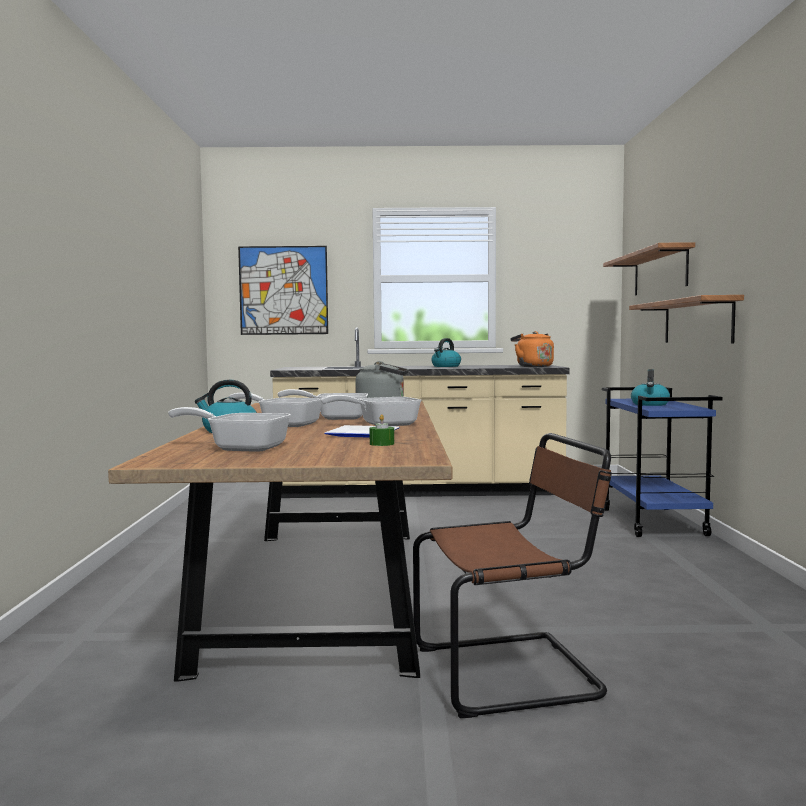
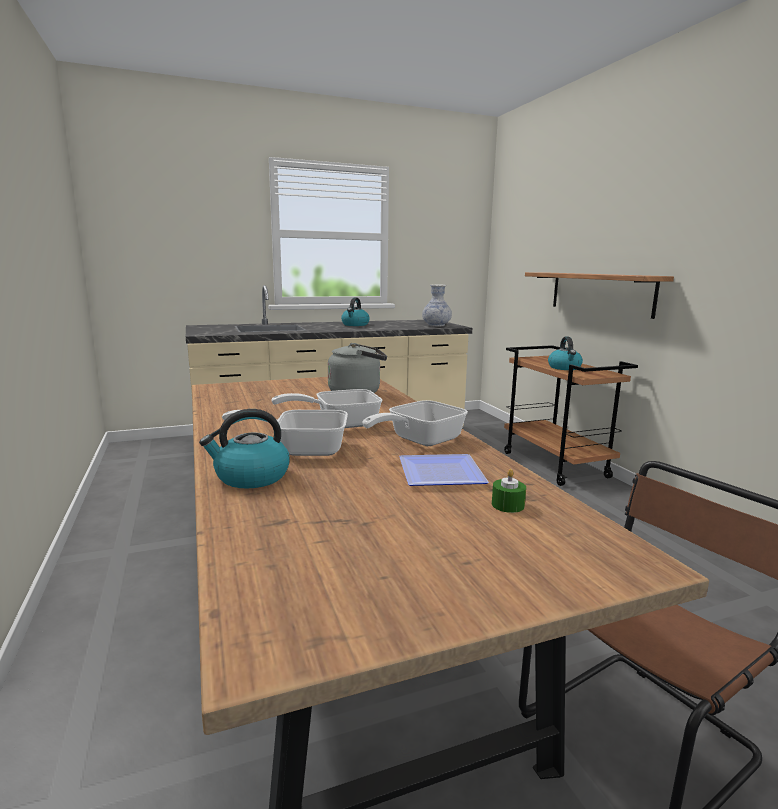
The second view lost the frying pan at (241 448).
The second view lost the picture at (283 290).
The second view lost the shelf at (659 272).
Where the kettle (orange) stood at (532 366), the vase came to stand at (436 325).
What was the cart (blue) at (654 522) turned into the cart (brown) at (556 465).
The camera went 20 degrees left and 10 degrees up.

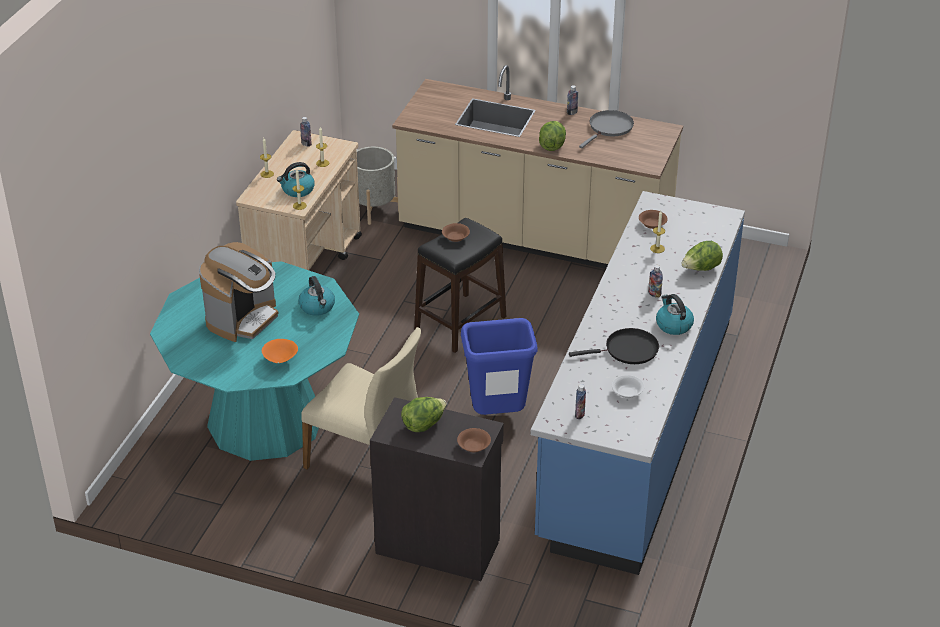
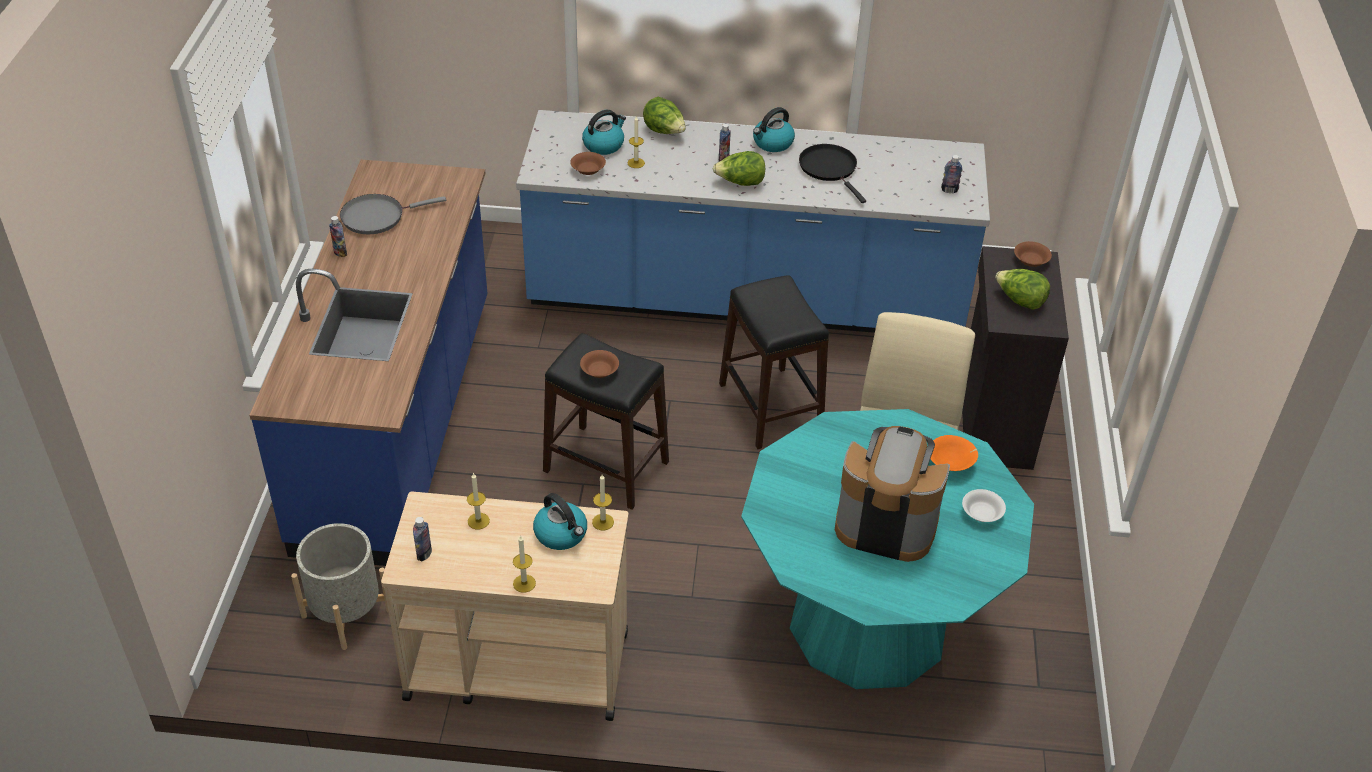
The kettle ended up elsewhere, having gone from (317 307) to (604 145).
The lettuce ended up elsewhere, having gone from (552 145) to (740 183).
The bowl (white) ended up elsewhere, having gone from (628 392) to (982 512).
Where the trash can (blue) stood at (497 416), the stool (black) came to stand at (771 407).
What was the counter (beige) at (534 237) turned into the counter (blue) at (399 423).
The frying pan (grey) at (609 128) ended up facing another way, 45 degrees counterclockwise from before.
The camera went 105 degrees left and 5 degrees up.

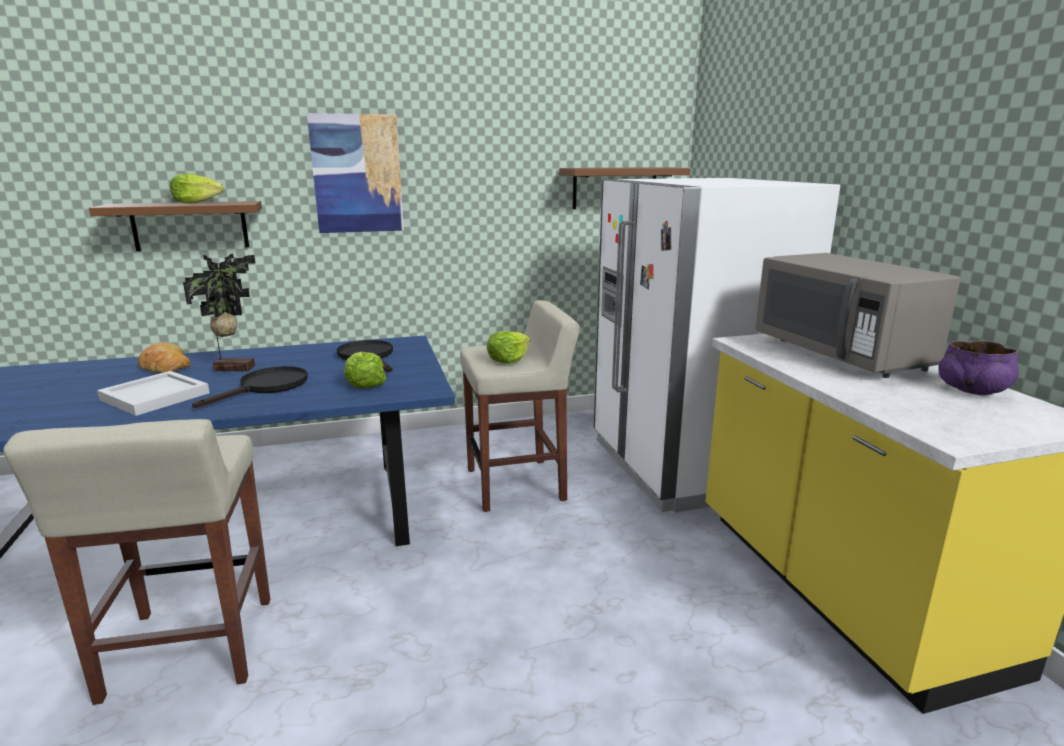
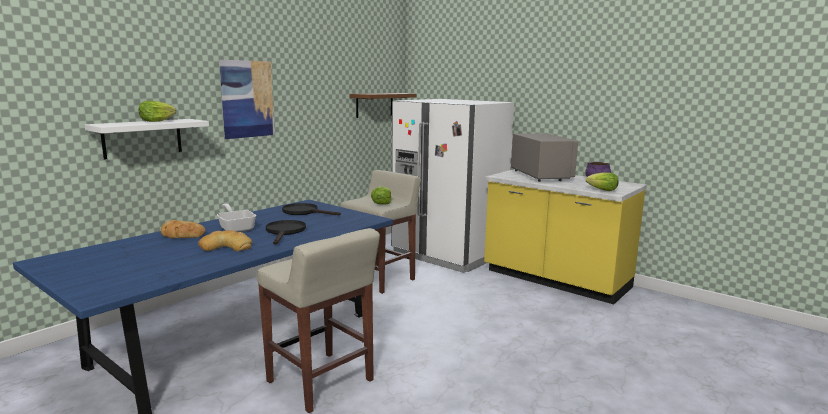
The lettuce ended up elsewhere, having gone from (364 384) to (602 190).
Where the tray (white) stood at (153 396), the bread came to stand at (226 246).
Where the potted plant stood at (235 368), the frying pan came to stand at (236 228).
What was the shelf (brown) at (190 225) turned into the shelf (white) at (142 138).
The microwave (grey) at (840 354) ended up facing another way, 135 degrees counterclockwise from before.
The camera went 35 degrees left and 5 degrees down.

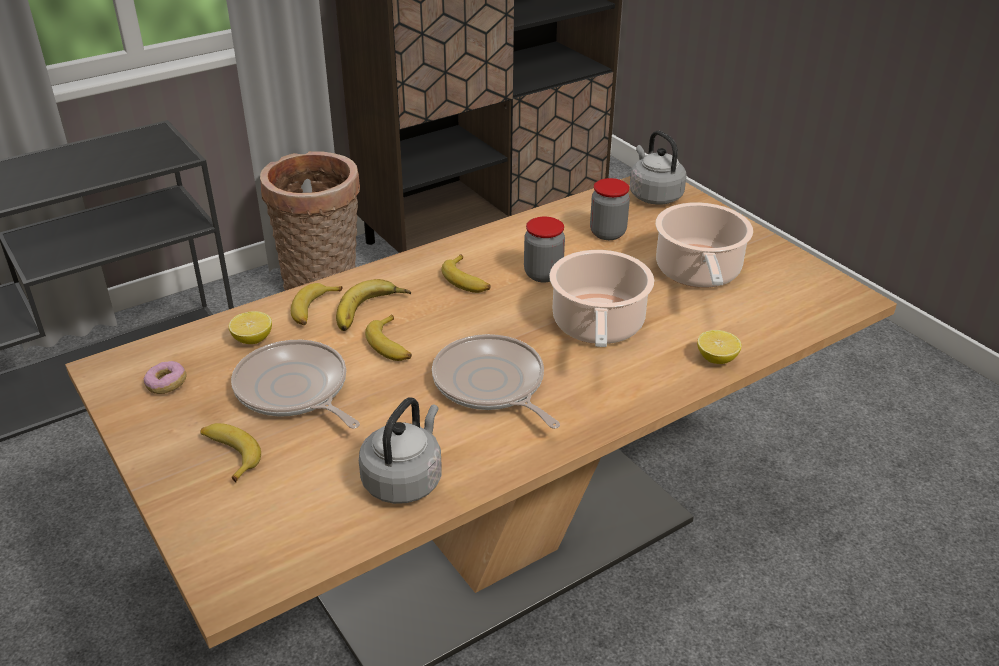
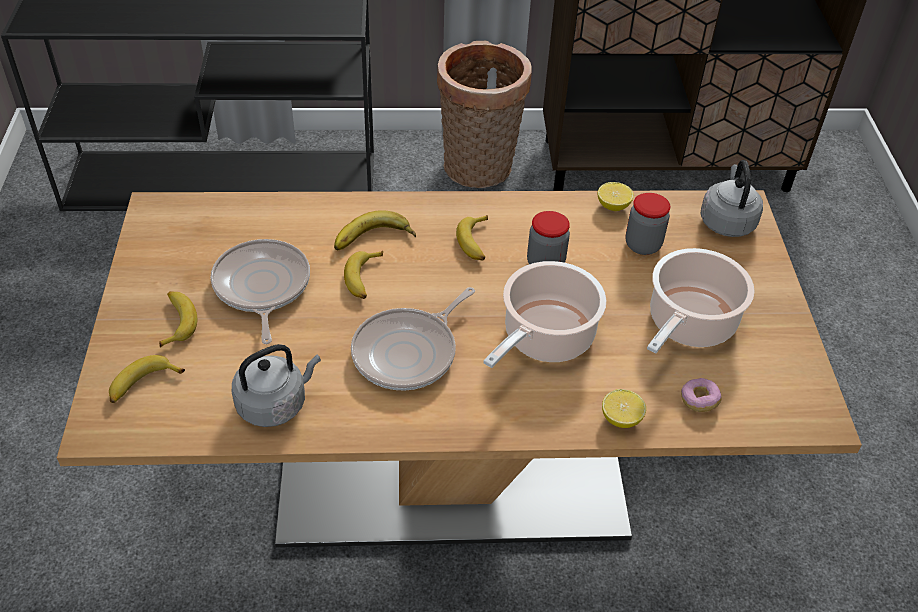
The donut ended up elsewhere, having gone from (167 385) to (699 400).
The lemon ended up elsewhere, having gone from (253 339) to (613 206).
The banana ended up elsewhere, having gone from (314 310) to (143 385).
The frying pan at (491 385) ended up facing another way, 135 degrees counterclockwise from before.
The camera went 30 degrees right and 10 degrees up.

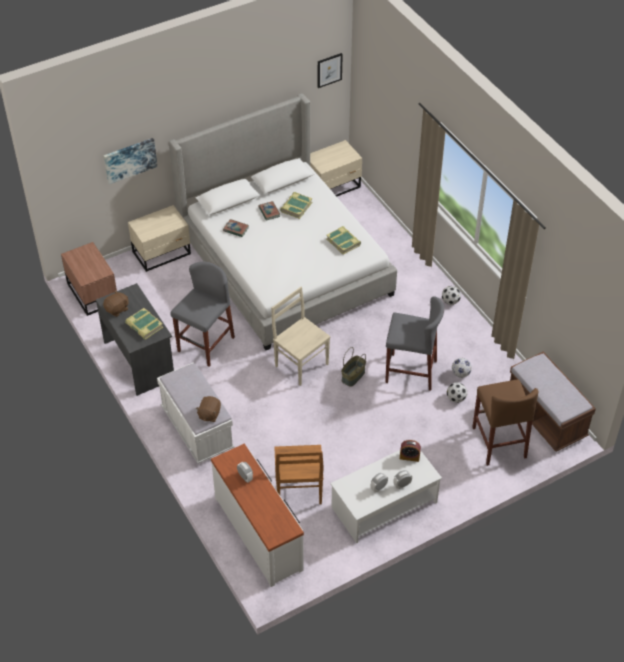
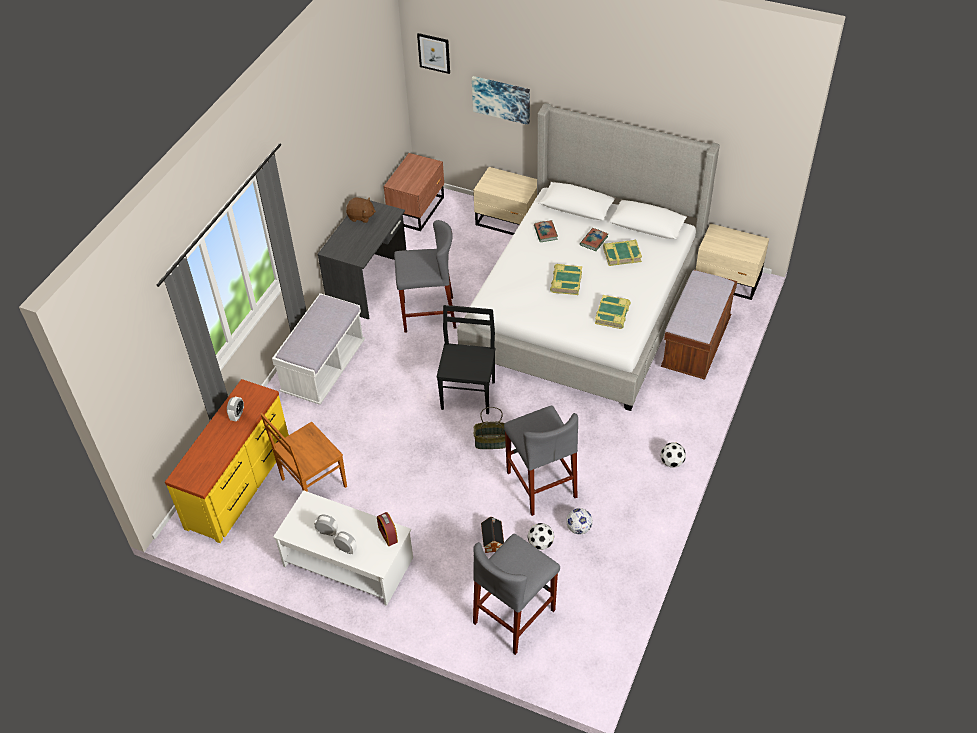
The second view lost the plush toy (brown) at (209 414).
The second view gained the toy house at (493 539).
The book ended up elsewhere, having gone from (144 326) to (565 282).
The picture ended up elsewhere, having gone from (329 70) to (434 53).
The bench (brown) ended up elsewhere, having gone from (545 418) to (696 345).
What was the dresser (white) at (259 533) turned into the dresser (yellow) at (240 484).
What was the chair (beige) at (300 364) turned into the chair (black) at (468 394).
What was the stool (brown) at (499 442) turned into the stool (grey) at (514 616).
The camera went 55 degrees right and 0 degrees up.

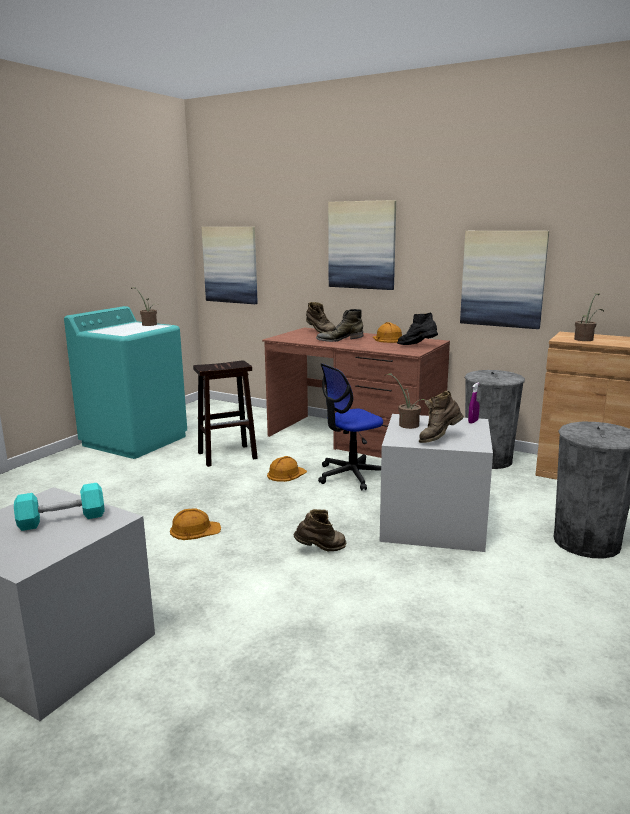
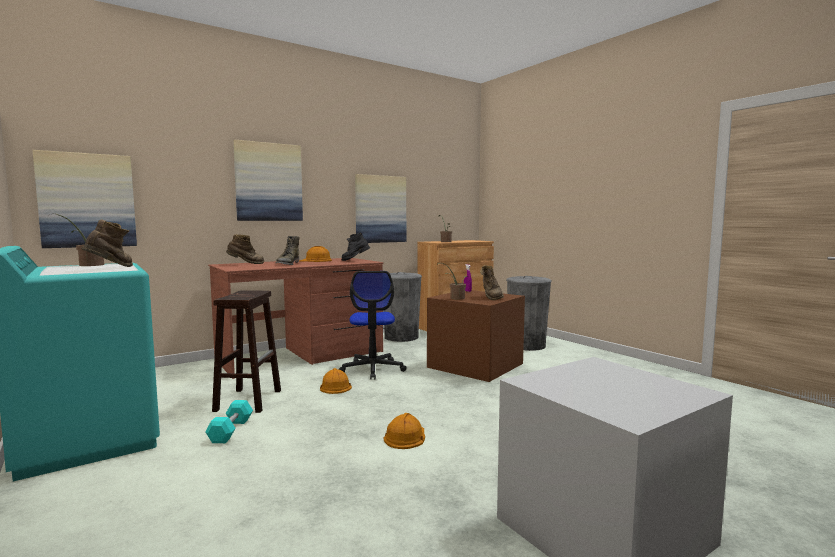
The dumbbell (turquoise) ended up elsewhere, having gone from (62 519) to (230 431).
The boot (brown) ended up elsewhere, having gone from (321 550) to (111 268).
What was the storage box (grey) at (435 523) turned into the storage box (brown) at (477 365).
The camera went 65 degrees left and 10 degrees down.

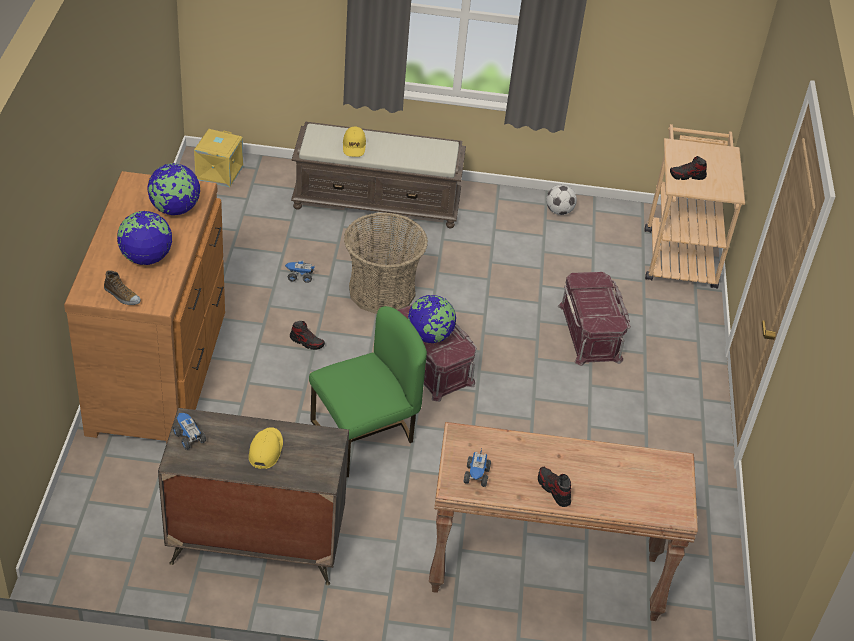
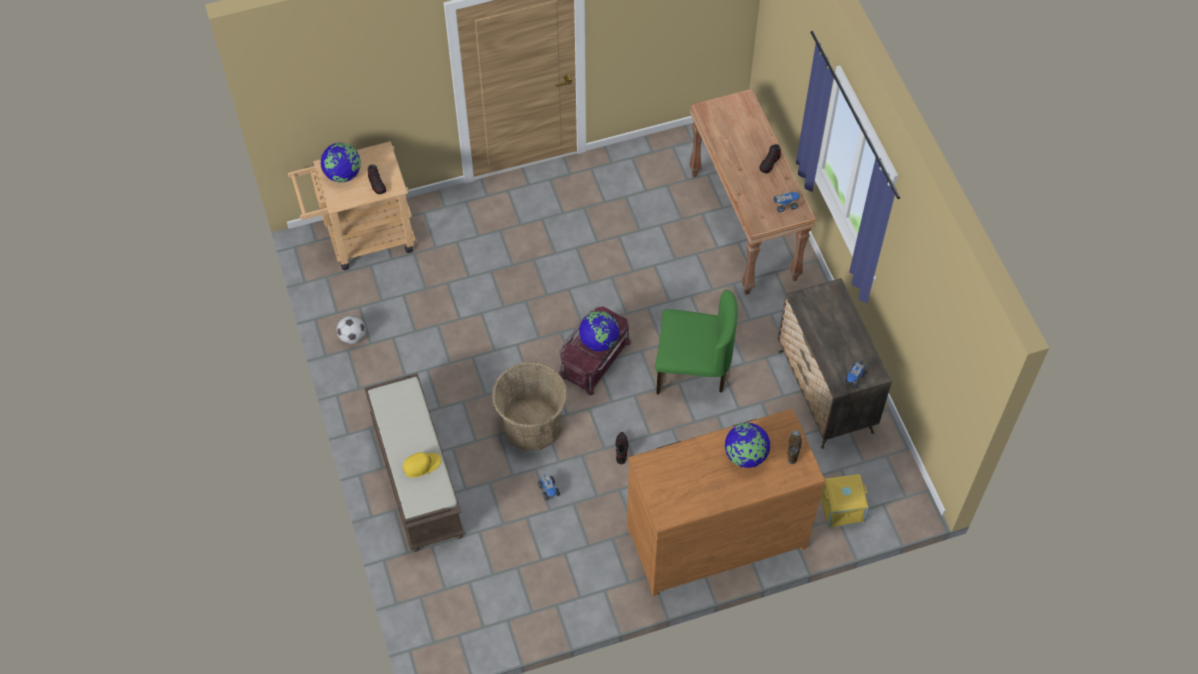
The second view lost the cap (yellow) at (266 450).
The second view lost the storage box (red) at (591 332).
The globe ended up elsewhere, having gone from (175 209) to (343 174).
The storage box (yellow) ended up elsewhere, having gone from (218 172) to (841 509).
The chair (green) at (365 436) ended up facing another way, 150 degrees clockwise from before.
The camera went 110 degrees left and 15 degrees up.

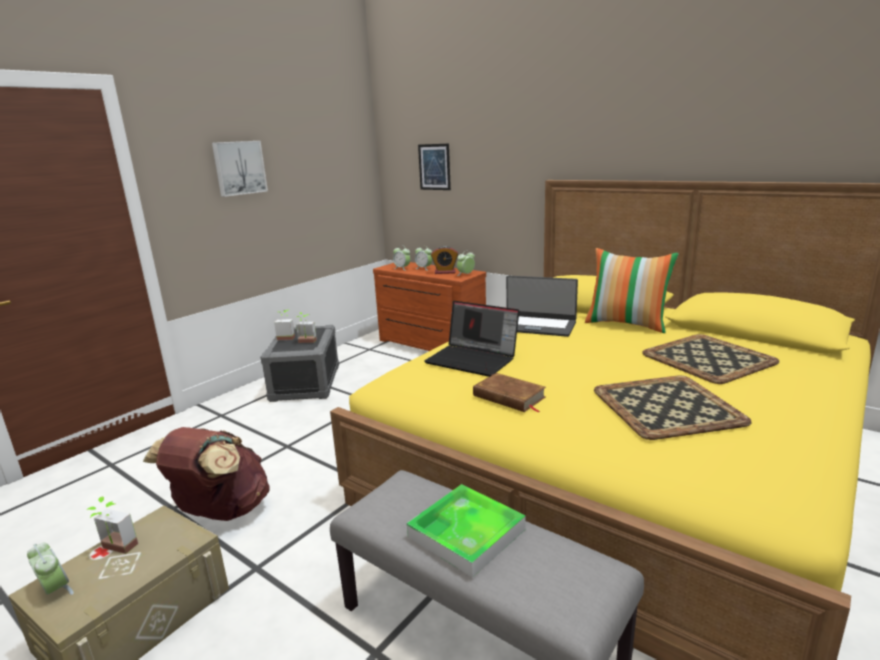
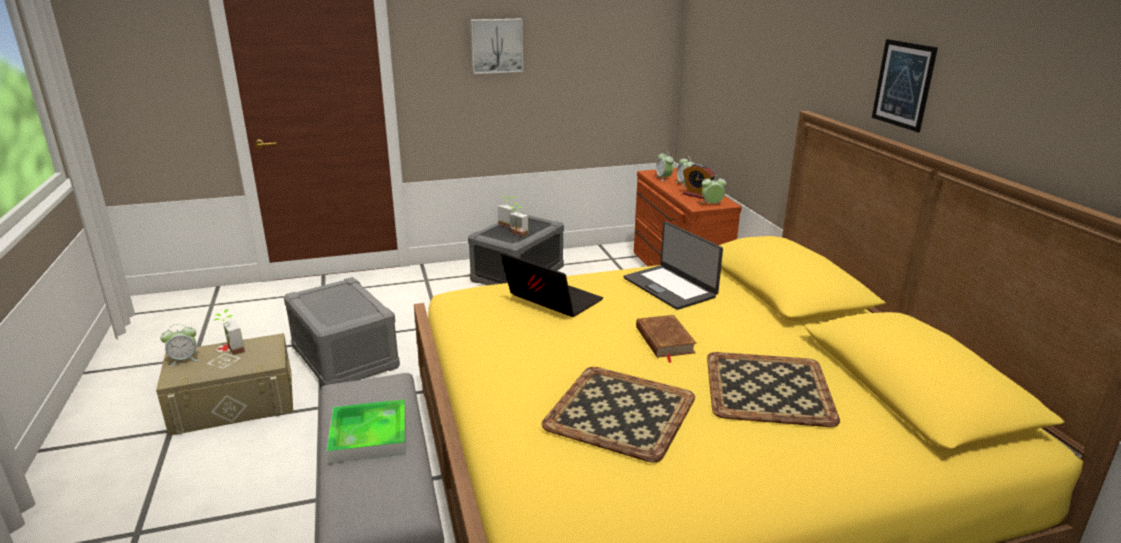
The second view lost the pillow at (627 324).
The picture ended up elsewhere, having gone from (434 167) to (903 84).
The book (brown) ended up elsewhere, having gone from (509 397) to (664 340).
Where the backpack (brown) stood at (221 512), the storage box (grey) came to stand at (344 358).
The alarm clock at (55 590) ended up facing another way, 75 degrees clockwise from before.
The laptop at (473 359) ended up facing another way, 150 degrees clockwise from before.
The camera went 35 degrees right and 5 degrees up.

